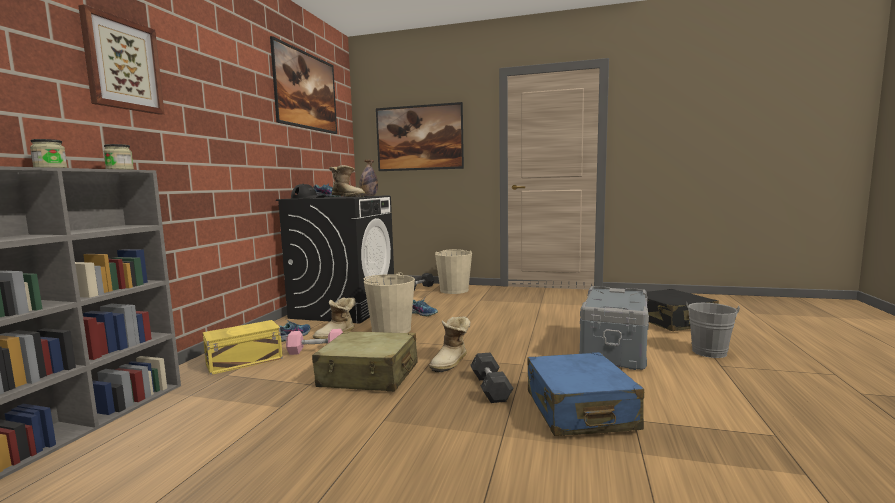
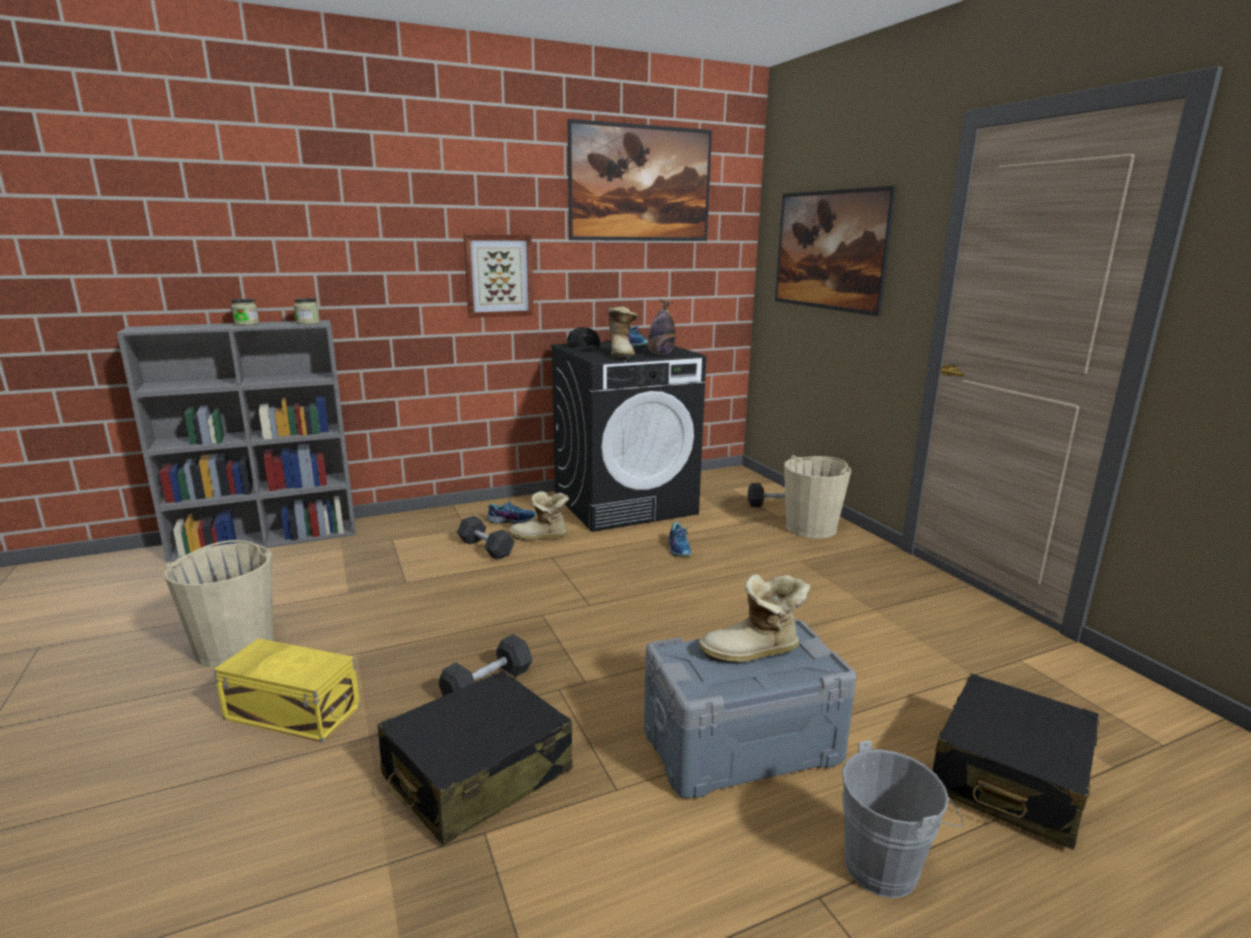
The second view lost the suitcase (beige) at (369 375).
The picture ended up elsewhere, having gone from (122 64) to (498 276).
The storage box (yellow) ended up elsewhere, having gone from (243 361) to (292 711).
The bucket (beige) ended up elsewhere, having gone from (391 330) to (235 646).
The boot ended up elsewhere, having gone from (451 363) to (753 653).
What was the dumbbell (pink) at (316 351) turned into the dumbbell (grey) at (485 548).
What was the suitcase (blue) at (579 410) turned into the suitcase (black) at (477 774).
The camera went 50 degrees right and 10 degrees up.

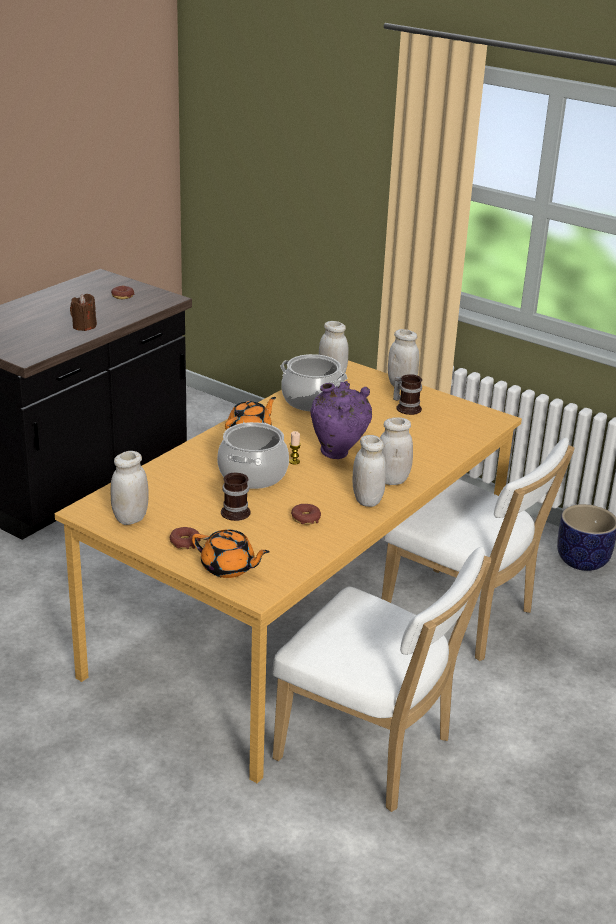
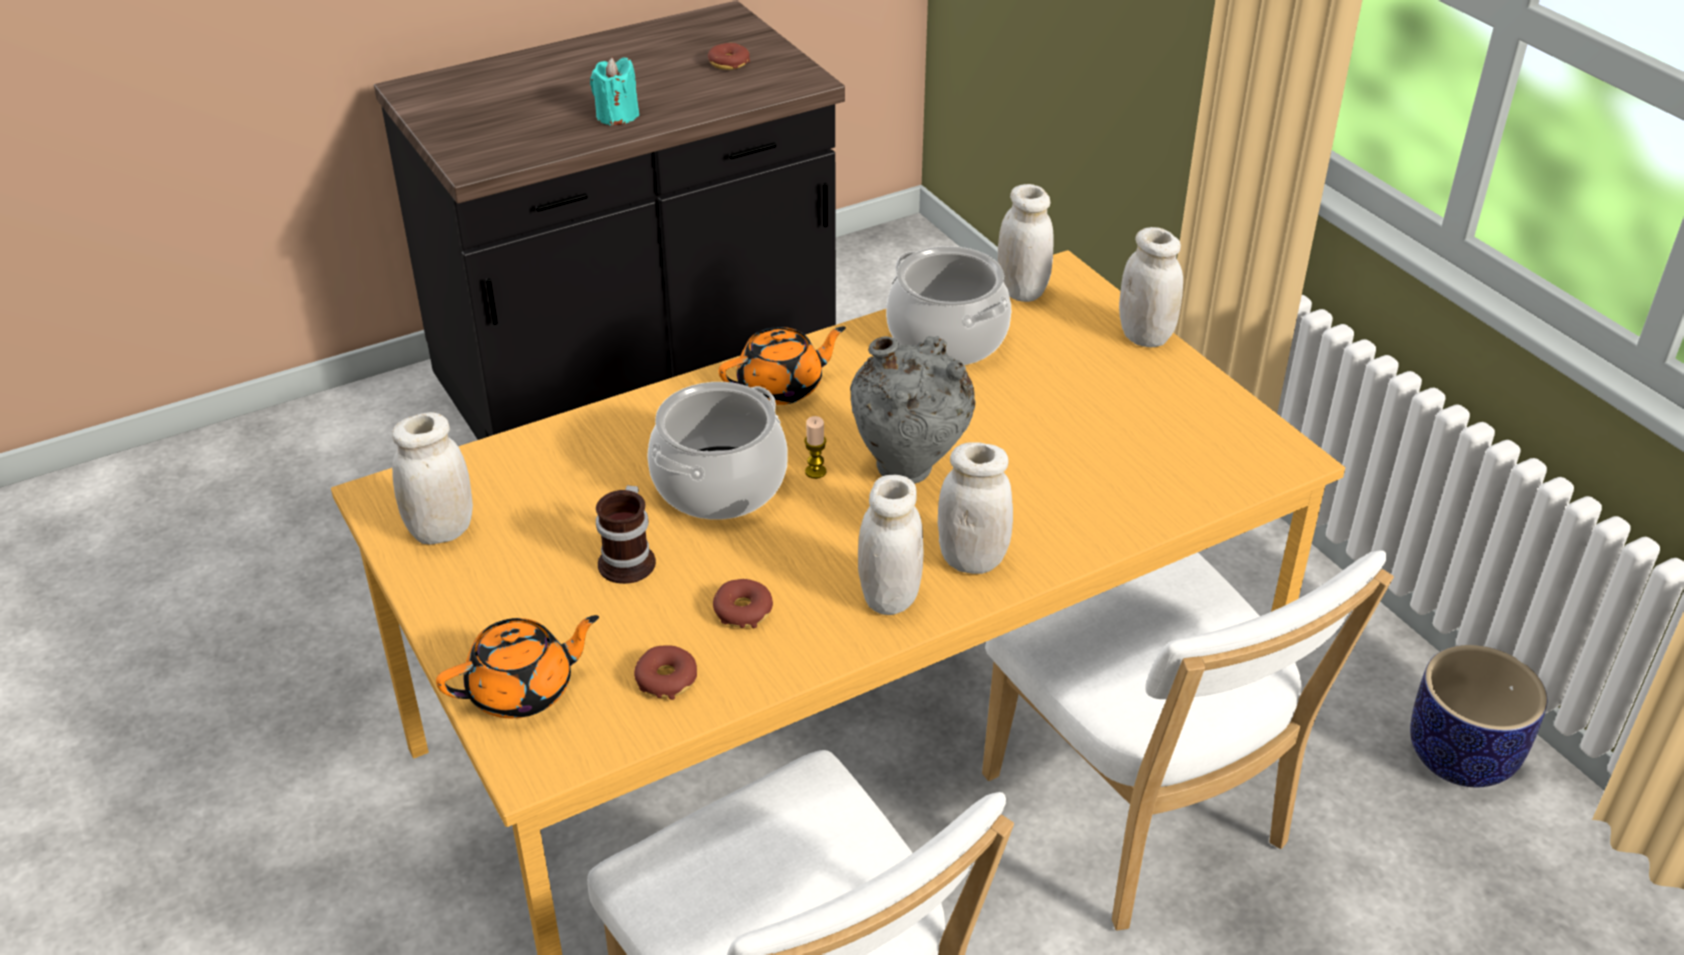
The second view lost the mug at (407 407).
The donut ended up elsewhere, having gone from (185 543) to (666 679).
What was the candle (brown) at (84 326) turned into the candle (turquoise) at (617 116).
What was the vase (purple) at (338 454) turned into the vase (grey) at (909 474).
The teapot (orange) at (228 568) ended up facing another way, 75 degrees counterclockwise from before.
The camera went 25 degrees right and 10 degrees up.

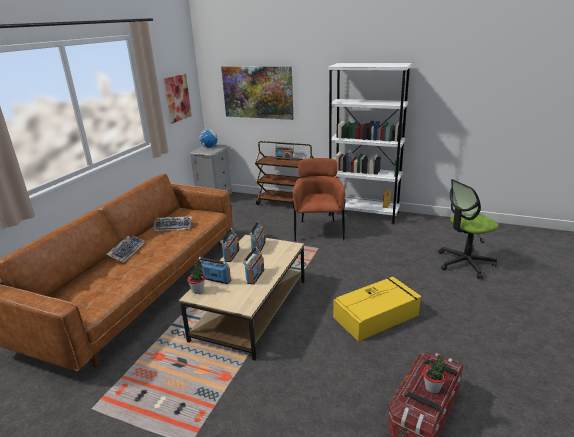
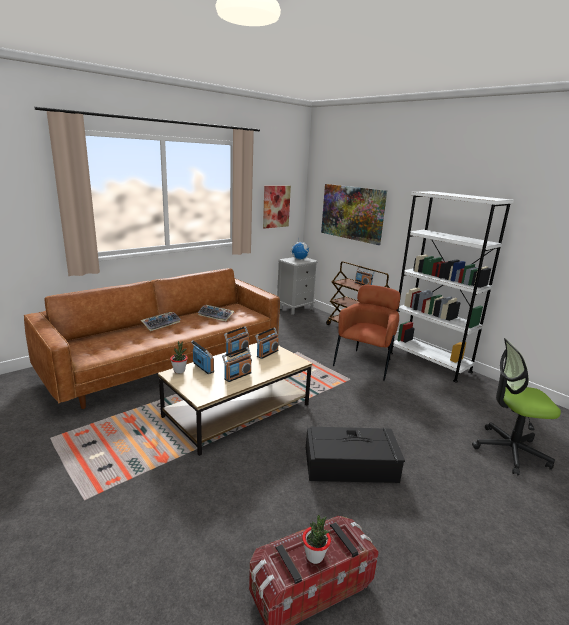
What was the storage box (yellow) at (377 315) turned into the storage box (black) at (352 464).
The camera went 25 degrees right and 5 degrees down.

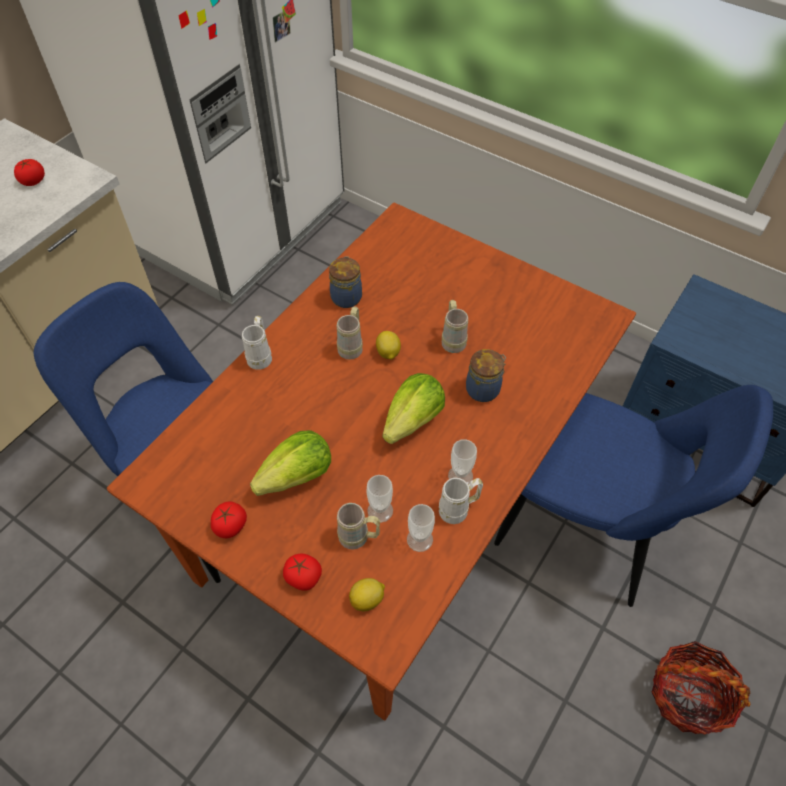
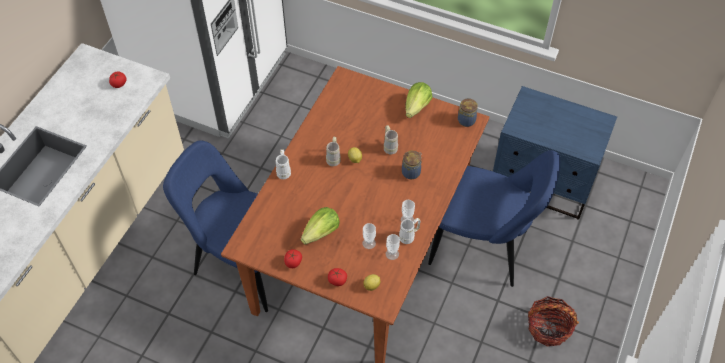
The second view lost the mug (beige) at (359 538).
The jar ended up elsewhere, having gone from (346 296) to (466 120).
The lettuce ended up elsewhere, having gone from (413 420) to (417 107).
The camera went 10 degrees left and 0 degrees up.

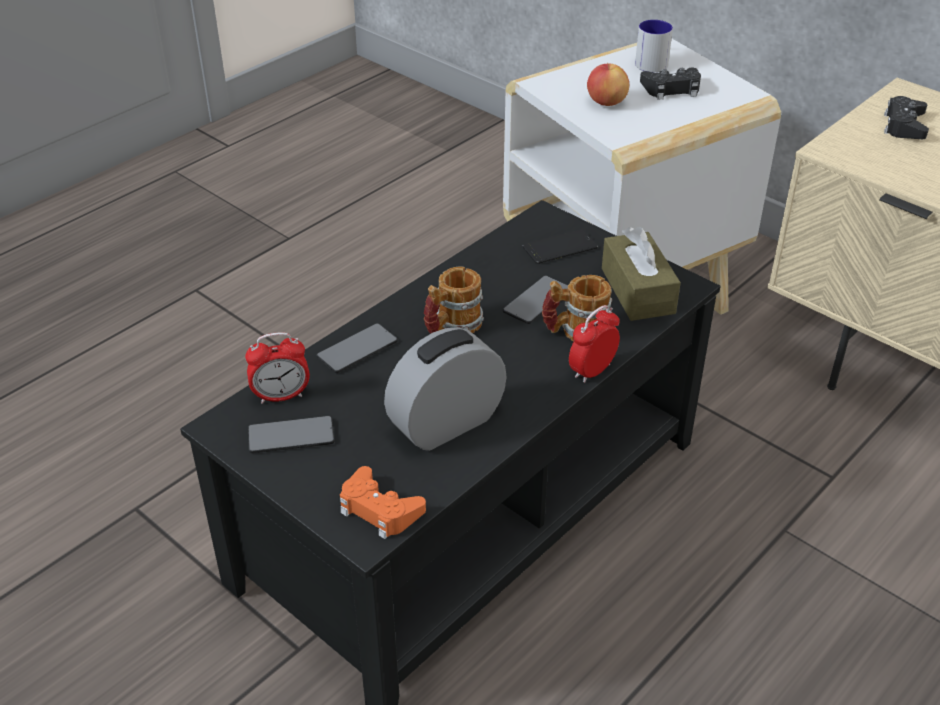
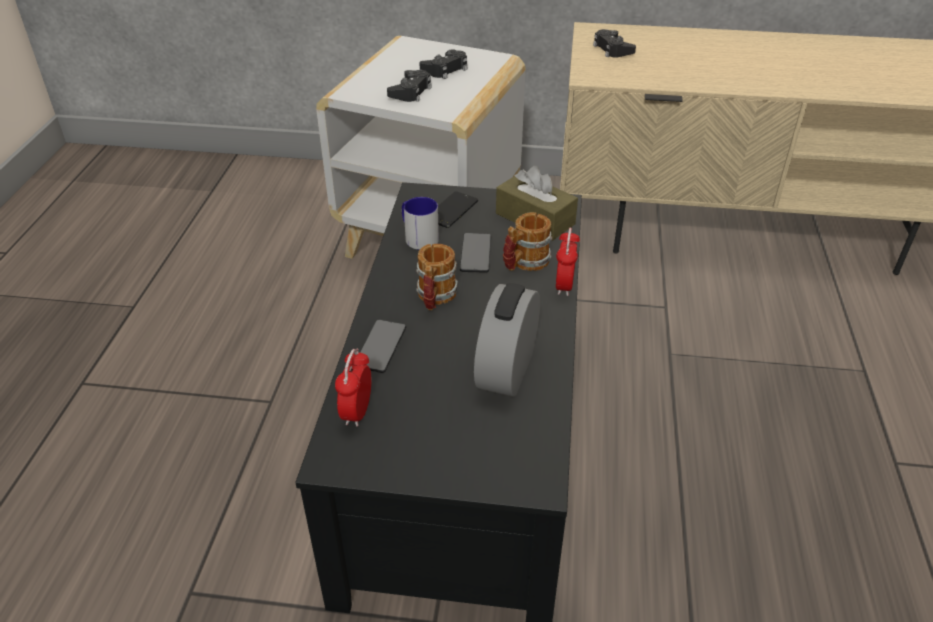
The second view lost the phone at (291 436).
The second view lost the game controller (orange) at (379 509).
The mug ended up elsewhere, having gone from (650 61) to (418 237).
Where the apple stood at (606 102), the game controller (black) came to stand at (411 91).
The alarm clock at (281 396) ended up facing another way, 150 degrees clockwise from before.
The camera went 35 degrees left and 0 degrees up.

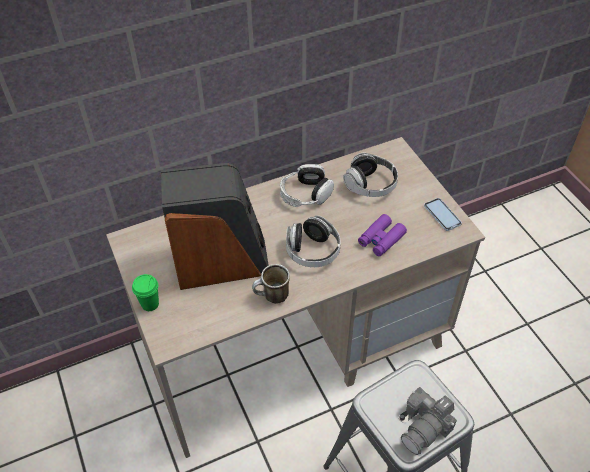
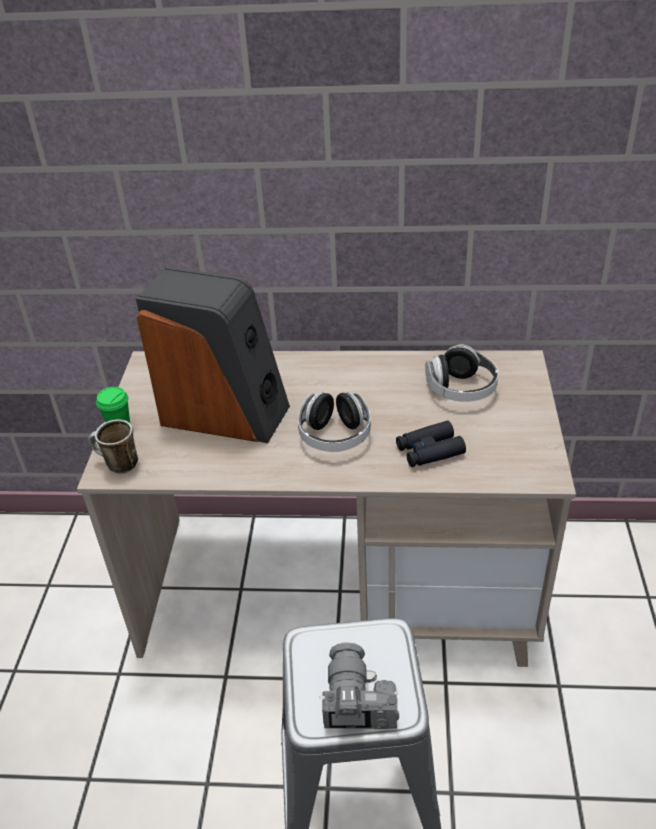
The second view lost the headphones at (305 194).
The second view lost the phone at (442 215).
The mug ended up elsewhere, having gone from (272 297) to (117 465).
What was the binoculars (purple) at (381 239) turned into the binoculars (black) at (429 451).
The photo camera at (425 427) ended up facing another way, 105 degrees clockwise from before.
The camera went 30 degrees right and 10 degrees down.

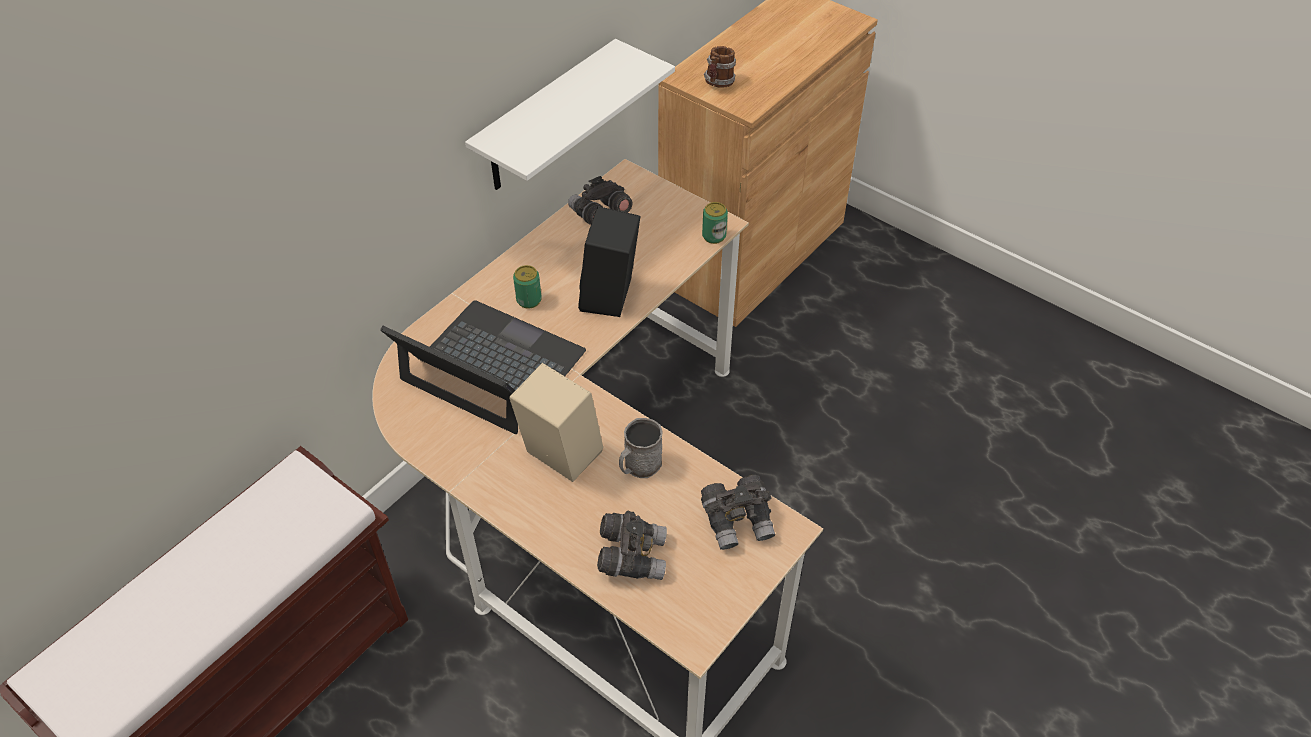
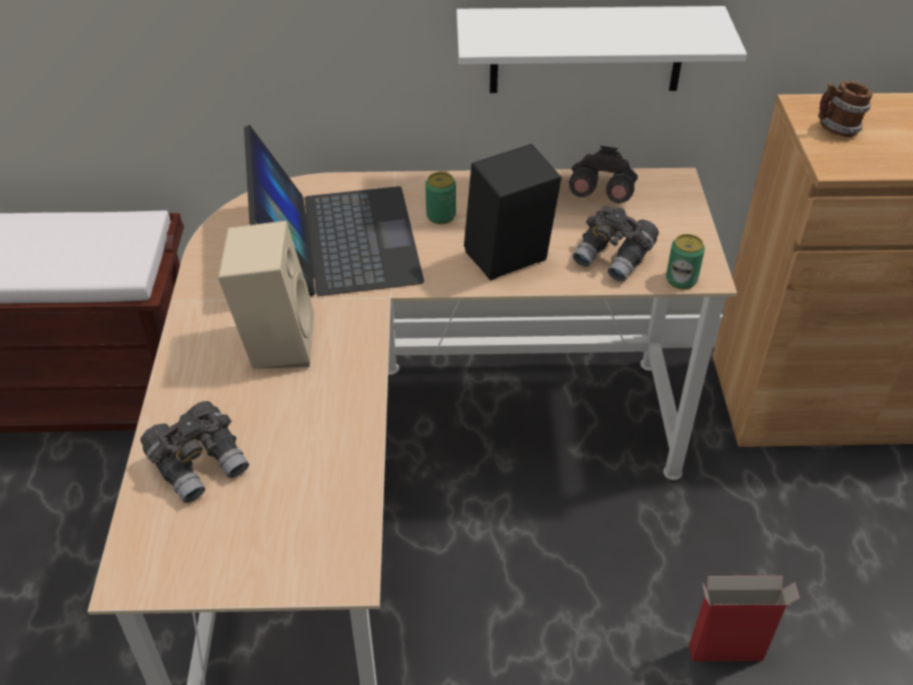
The second view lost the mug (grey) at (639 466).
The second view gained the cardboard box at (727 652).
The binoculars (grey) ended up elsewhere, having gone from (738 521) to (614 258).
The camera went 50 degrees right and 5 degrees down.

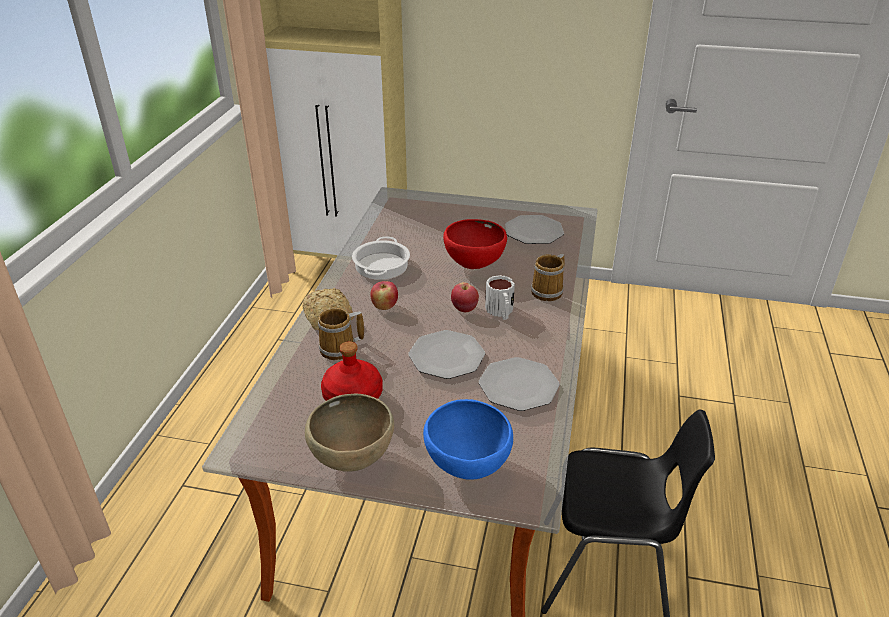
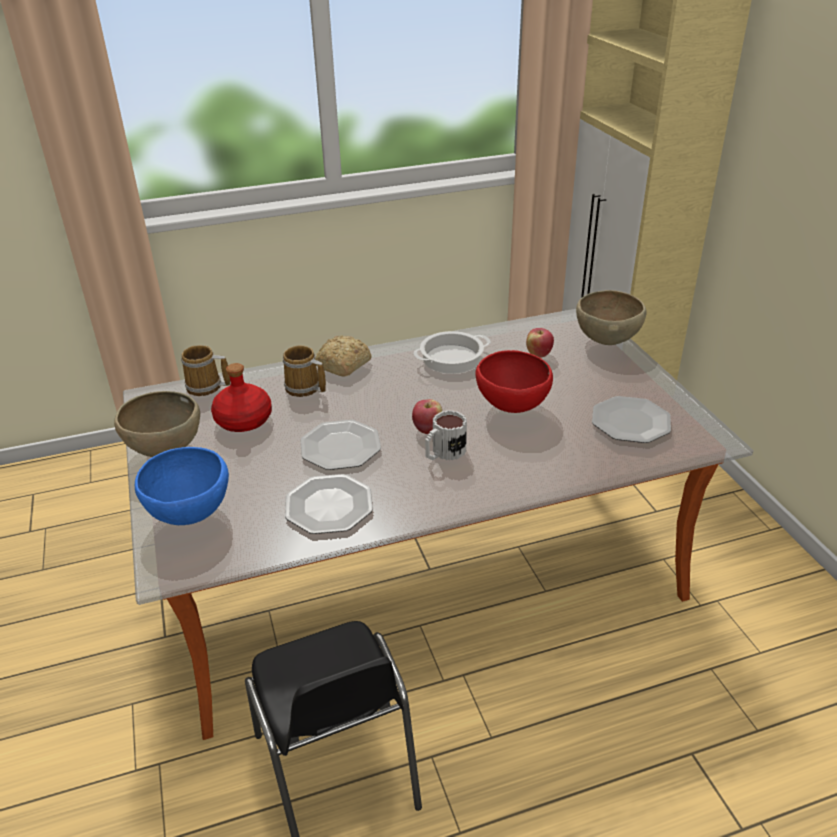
The second view gained the bowl (brown) at (606 341).
The apple ended up elsewhere, having gone from (384 306) to (538 354).
The mug ended up elsewhere, having gone from (549 291) to (206 387).
The camera went 60 degrees right and 0 degrees up.

